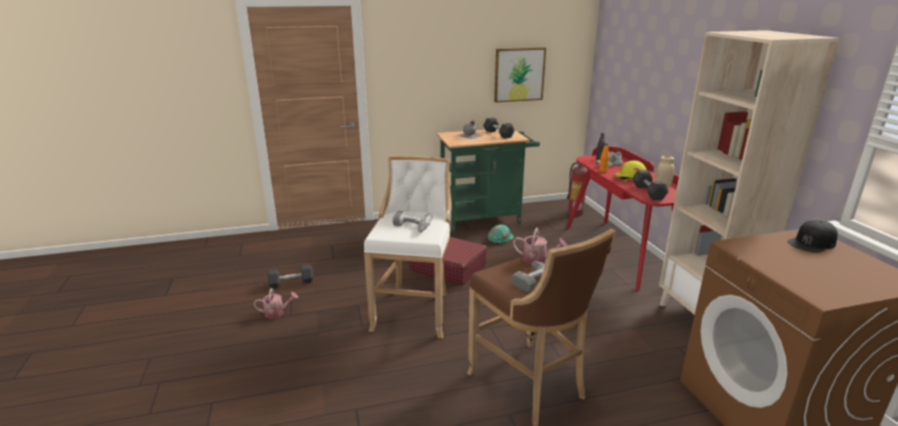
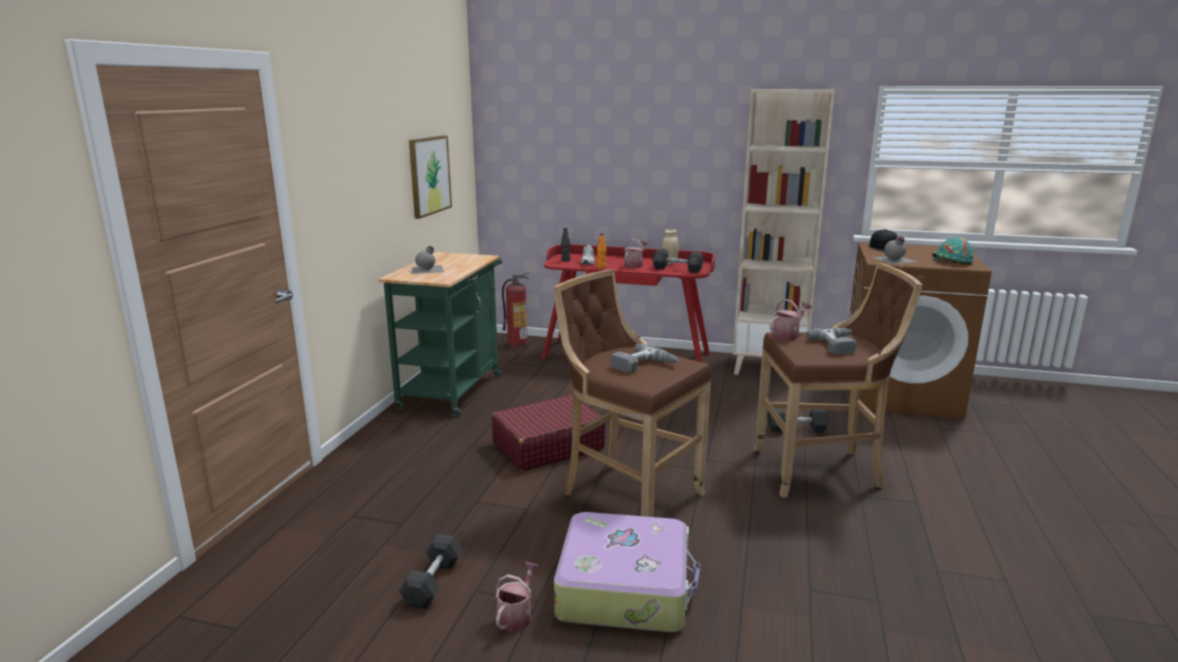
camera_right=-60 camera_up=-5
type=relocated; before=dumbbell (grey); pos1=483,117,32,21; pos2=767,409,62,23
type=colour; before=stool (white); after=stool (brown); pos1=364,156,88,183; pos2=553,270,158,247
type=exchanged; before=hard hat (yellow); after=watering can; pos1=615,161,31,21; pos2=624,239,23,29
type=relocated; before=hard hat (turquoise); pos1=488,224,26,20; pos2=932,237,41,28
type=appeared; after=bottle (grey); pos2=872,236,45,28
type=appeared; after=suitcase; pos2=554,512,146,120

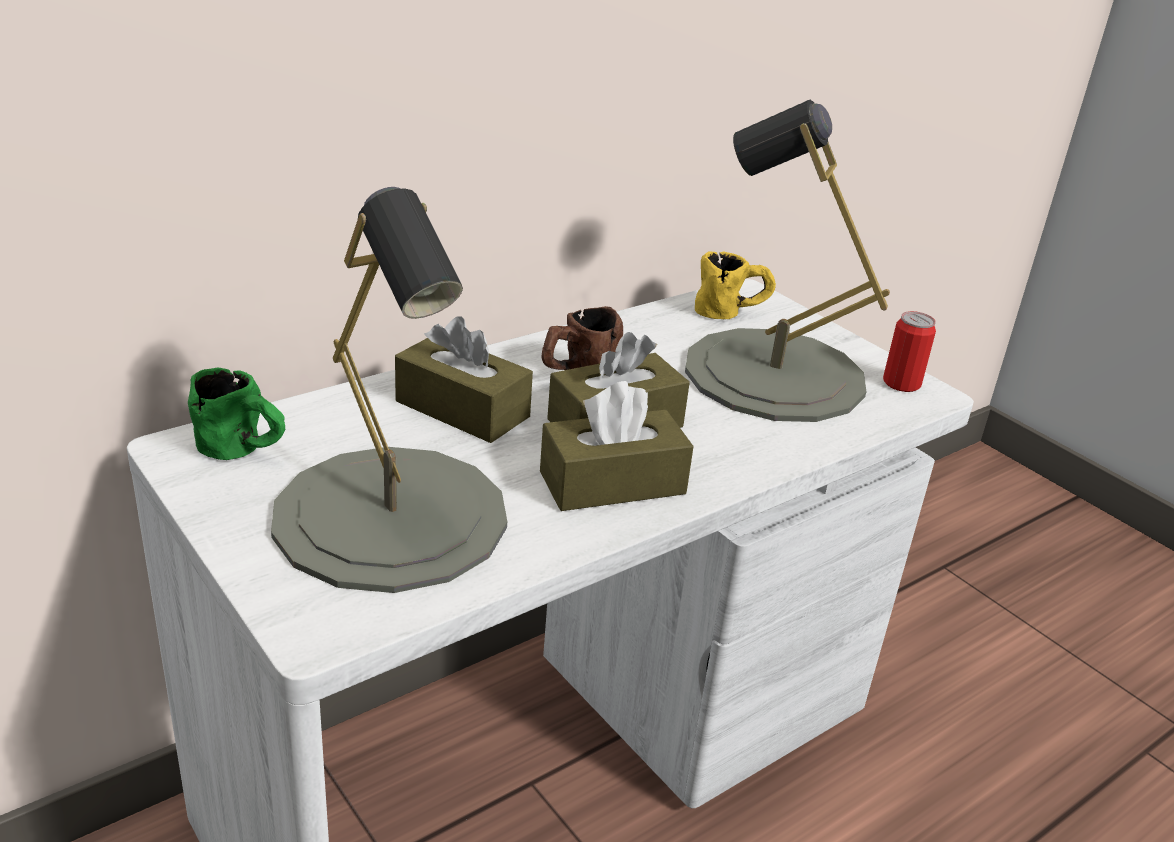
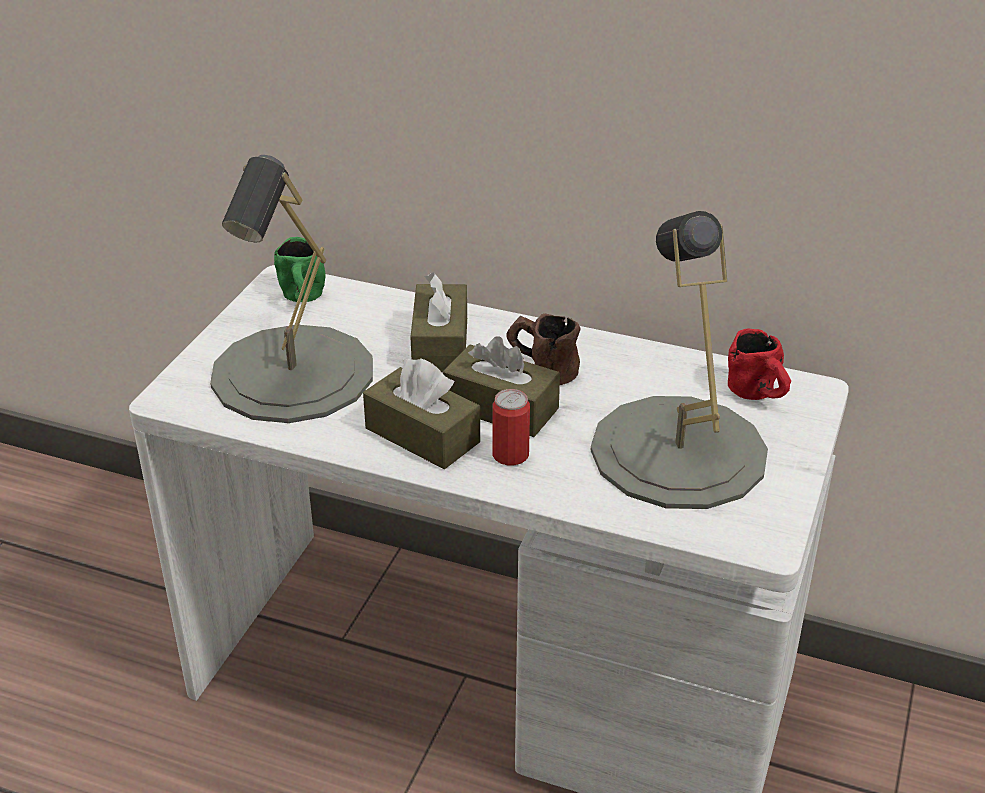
camera_right=60 camera_up=5
type=colour; before=mug (yellow); after=mug (red); pos1=695,251,81,68; pos2=728,329,63,71
type=relocated; before=can; pos1=883,311,53,81; pos2=492,389,38,77

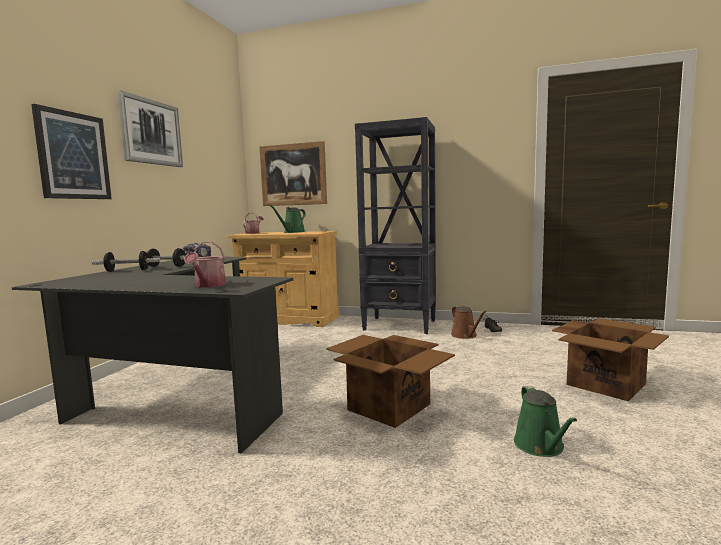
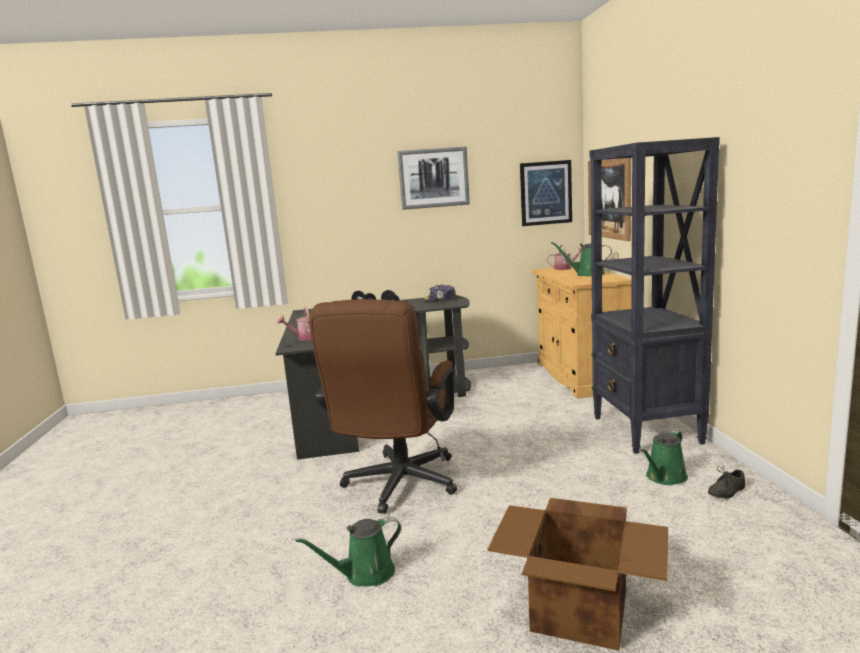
camera_right=65 camera_up=5
type=relocated; before=picture; pos1=31,104,81,95; pos2=520,160,52,66
type=colour; before=watering can (brown); after=watering can (green); pos1=451,306,36,33; pos2=640,430,48,55
type=exchanged; before=cardboard box; after=office chair (brown); pos1=326,335,129,93; pos2=309,299,148,215

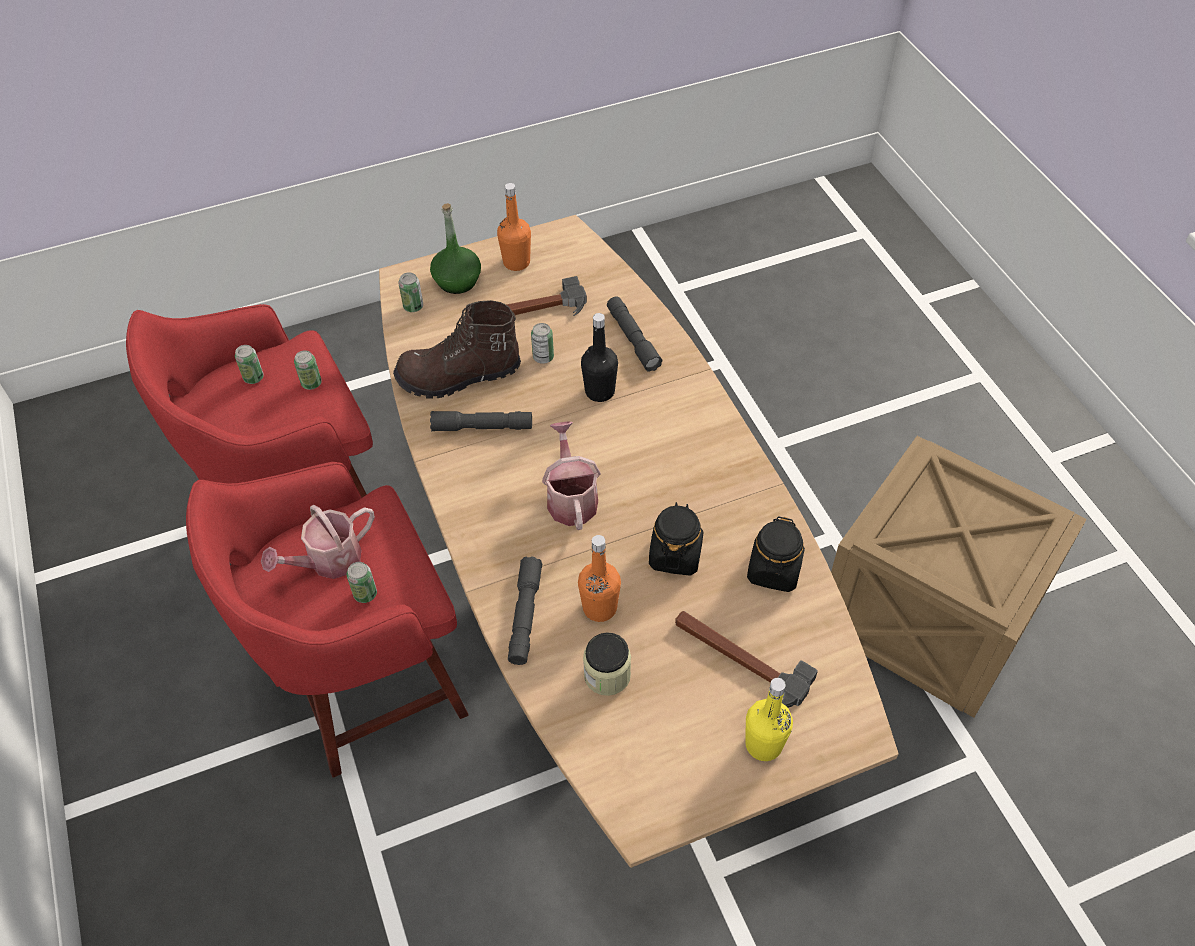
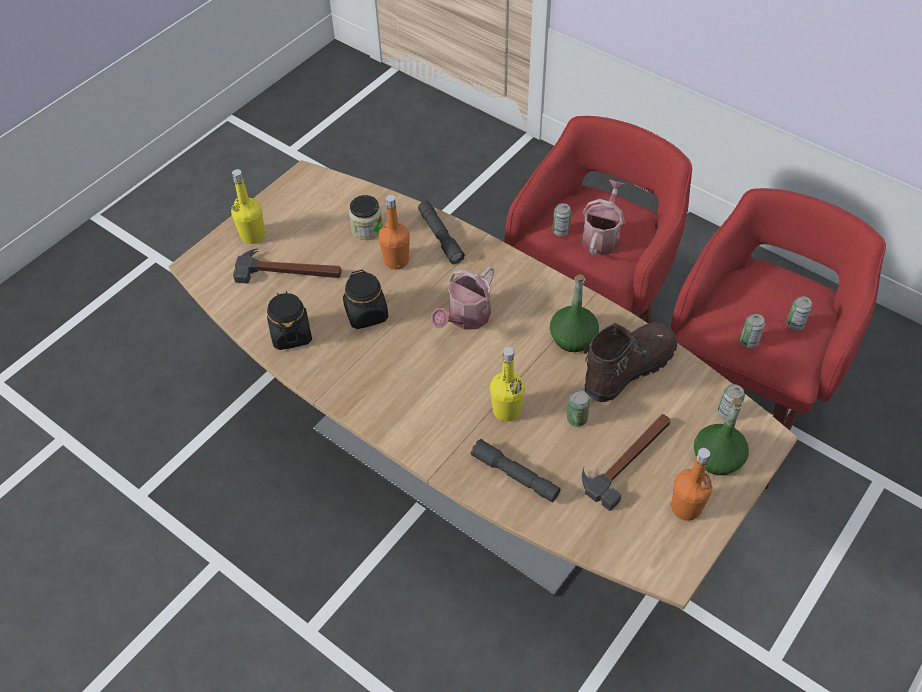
camera_right=150 camera_up=0
type=colour; before=bottle (black); after=bottle (yellow); pos1=581,313,37,89; pos2=490,347,35,74
type=exchanged; before=flashlight (grey); after=bottle (green); pos1=430,411,102,20; pos2=550,274,49,78
type=spun; before=watering can; pos1=542,422,59,108; pos2=431,266,63,64; turn=75
type=missing; before=crate; pos1=831,436,256,282

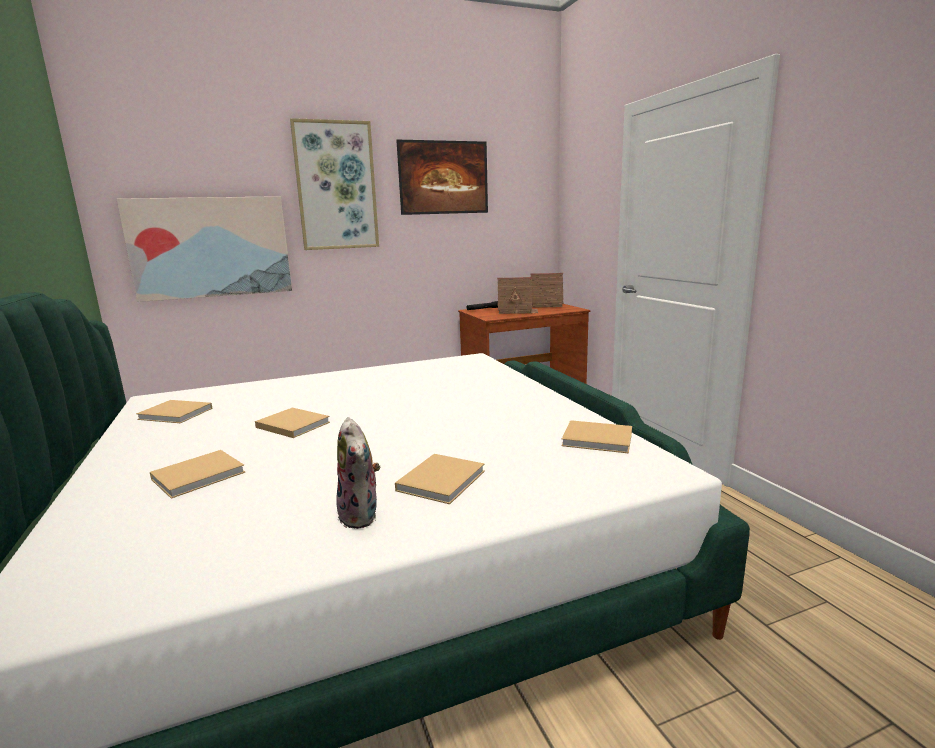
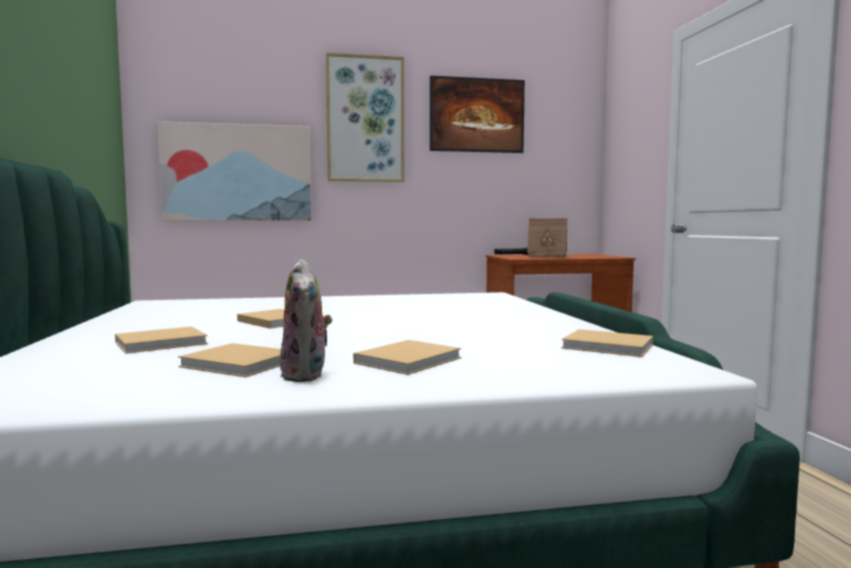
camera_right=10 camera_up=-10
type=missing; before=toy house; pos1=531,273,32,35
type=relocated; before=book (beige); pos1=136,400,77,23; pos2=178,343,103,34

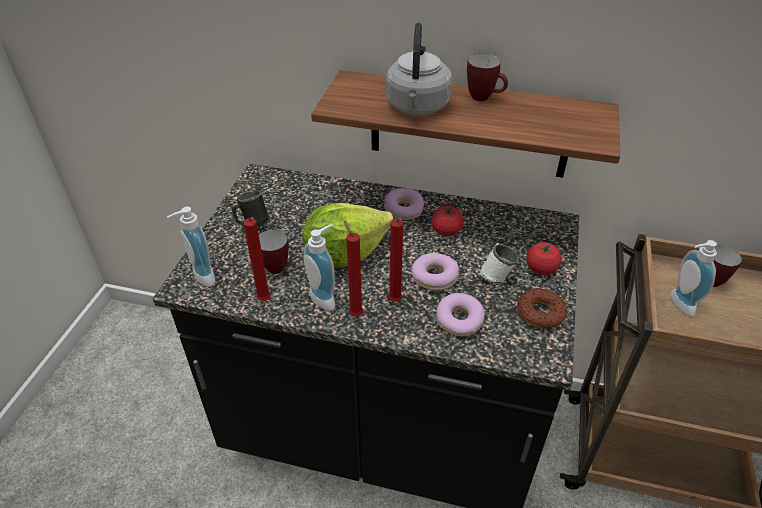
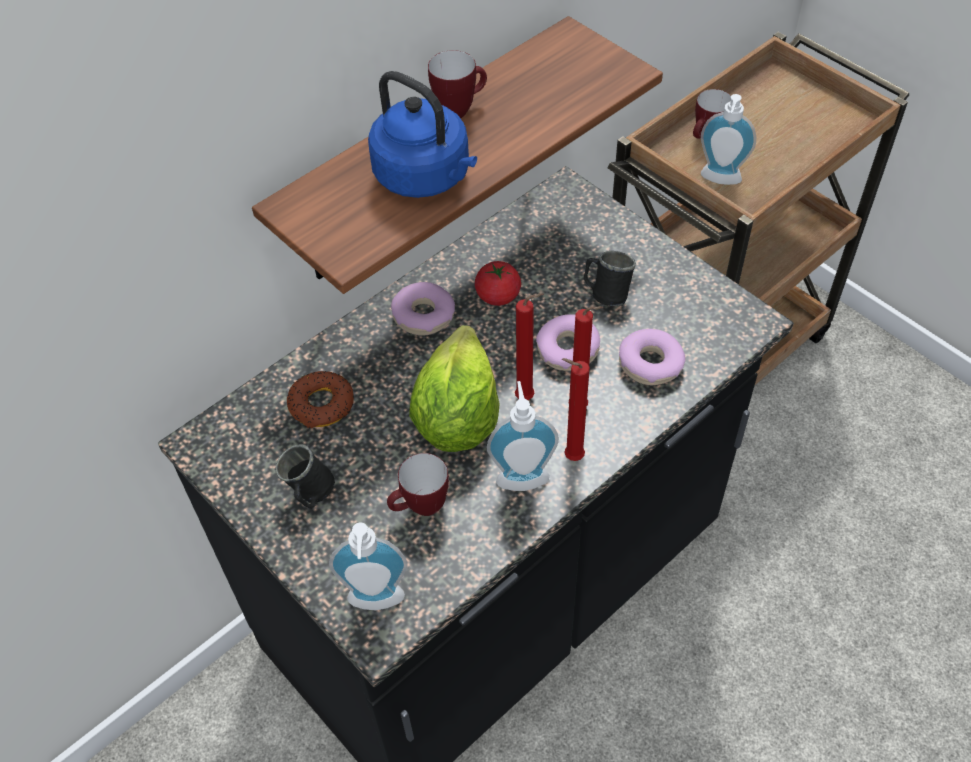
camera_right=-55 camera_up=10
type=colour; before=kettle (grey); after=kettle (blue); pos1=386,22,66,93; pos2=368,71,109,127
type=relocated; before=candle (red); pos1=243,217,28,84; pos2=515,293,28,107
type=missing; before=tomato; pos1=526,241,36,34
type=colour; before=mug (white); after=mug (black); pos1=480,243,39,42; pos2=584,251,52,55
type=relocated; before=donut; pos1=517,288,51,40; pos2=287,371,67,58

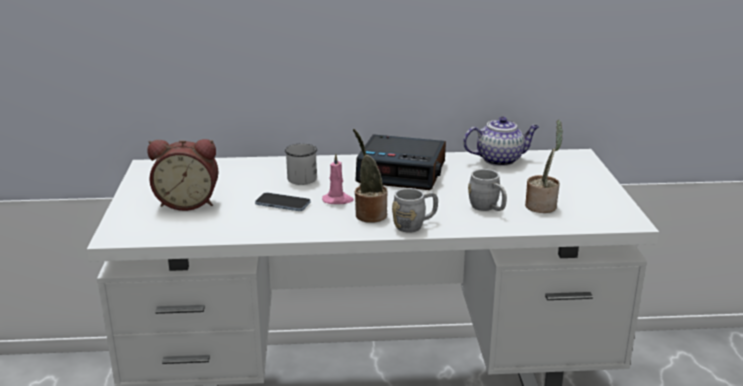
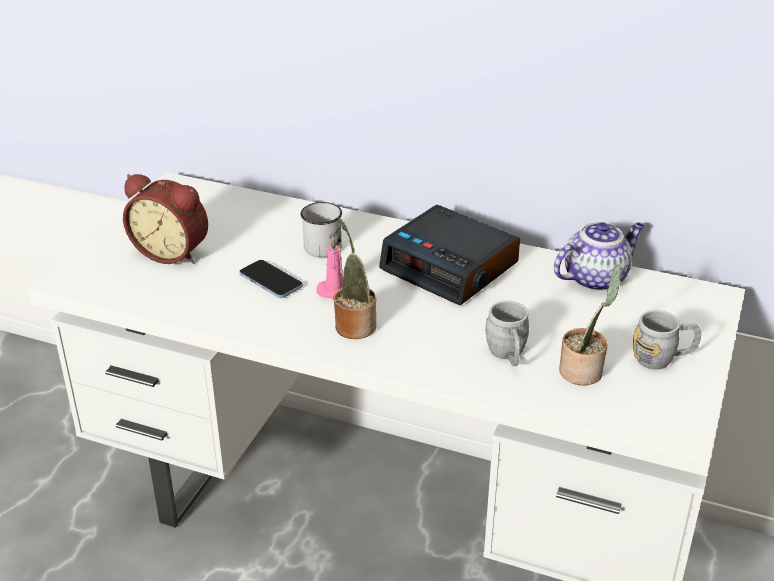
camera_right=25 camera_up=10
type=spun; before=teapot; pos1=463,117,76,49; pos2=554,222,90,69; turn=-45
type=relocated; before=mug (grey); pos1=392,188,46,45; pos2=633,310,68,60

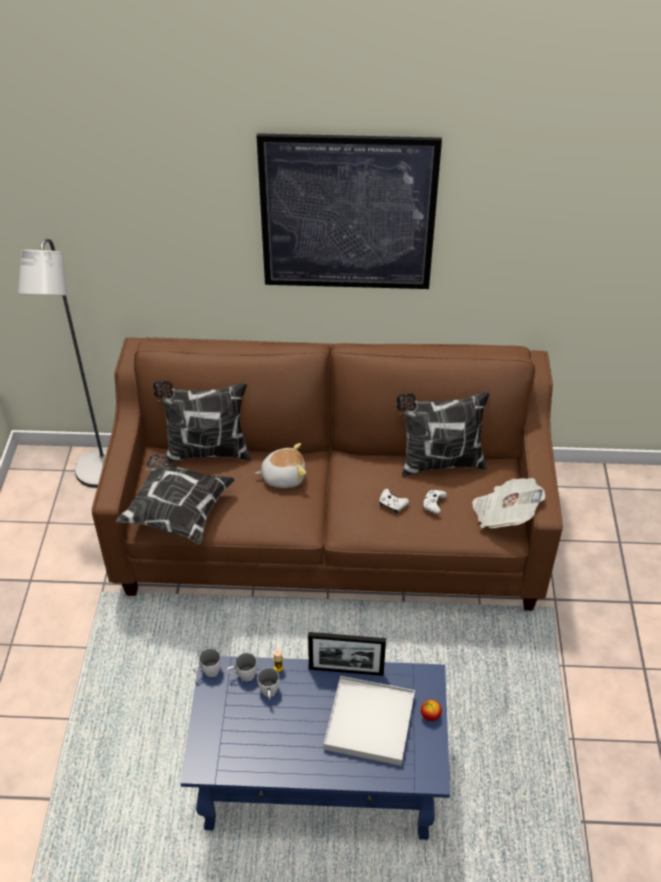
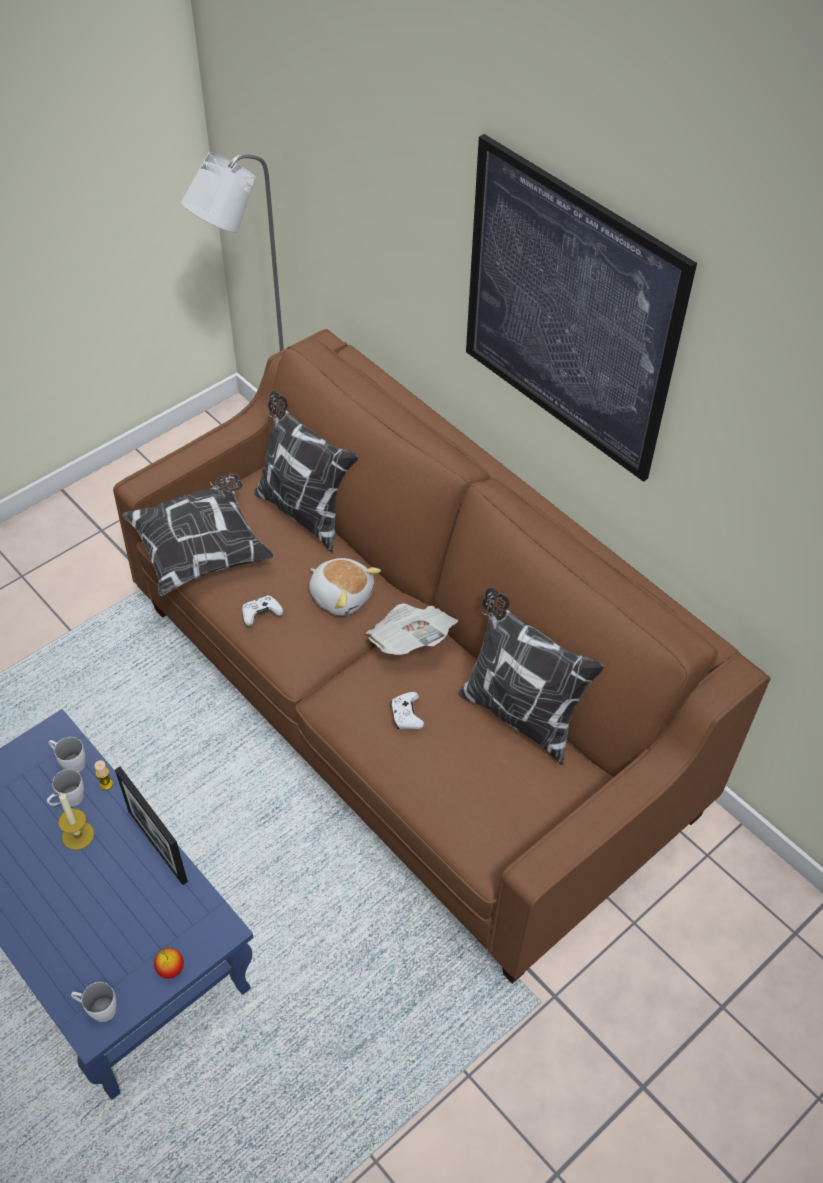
camera_right=45 camera_up=5
type=relocated; before=newspaper; pos1=472,478,73,50; pos2=366,603,93,52
type=relocated; before=game controller (white); pos1=422,490,25,24; pos2=242,595,41,31
type=relocated; before=mug (white); pos1=192,648,29,29; pos2=71,982,46,40
type=missing; before=tray (white); pos1=324,676,91,90
type=appeared; after=candle; pos2=58,793,36,57

